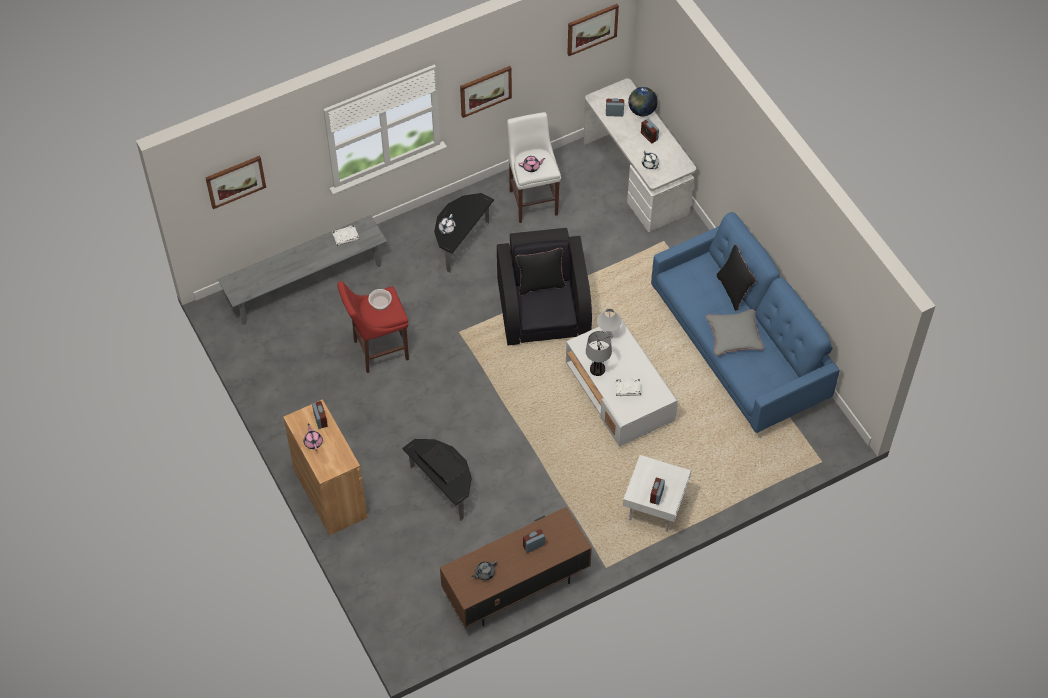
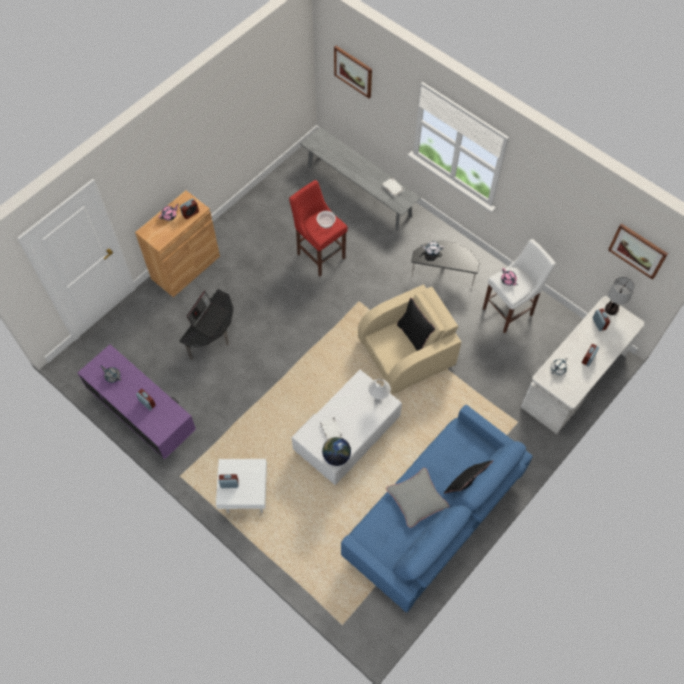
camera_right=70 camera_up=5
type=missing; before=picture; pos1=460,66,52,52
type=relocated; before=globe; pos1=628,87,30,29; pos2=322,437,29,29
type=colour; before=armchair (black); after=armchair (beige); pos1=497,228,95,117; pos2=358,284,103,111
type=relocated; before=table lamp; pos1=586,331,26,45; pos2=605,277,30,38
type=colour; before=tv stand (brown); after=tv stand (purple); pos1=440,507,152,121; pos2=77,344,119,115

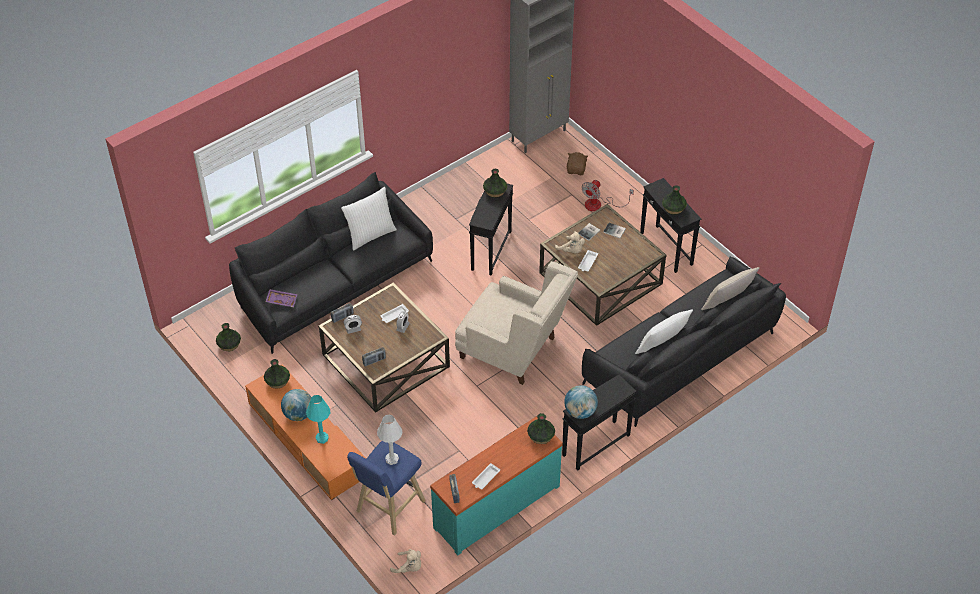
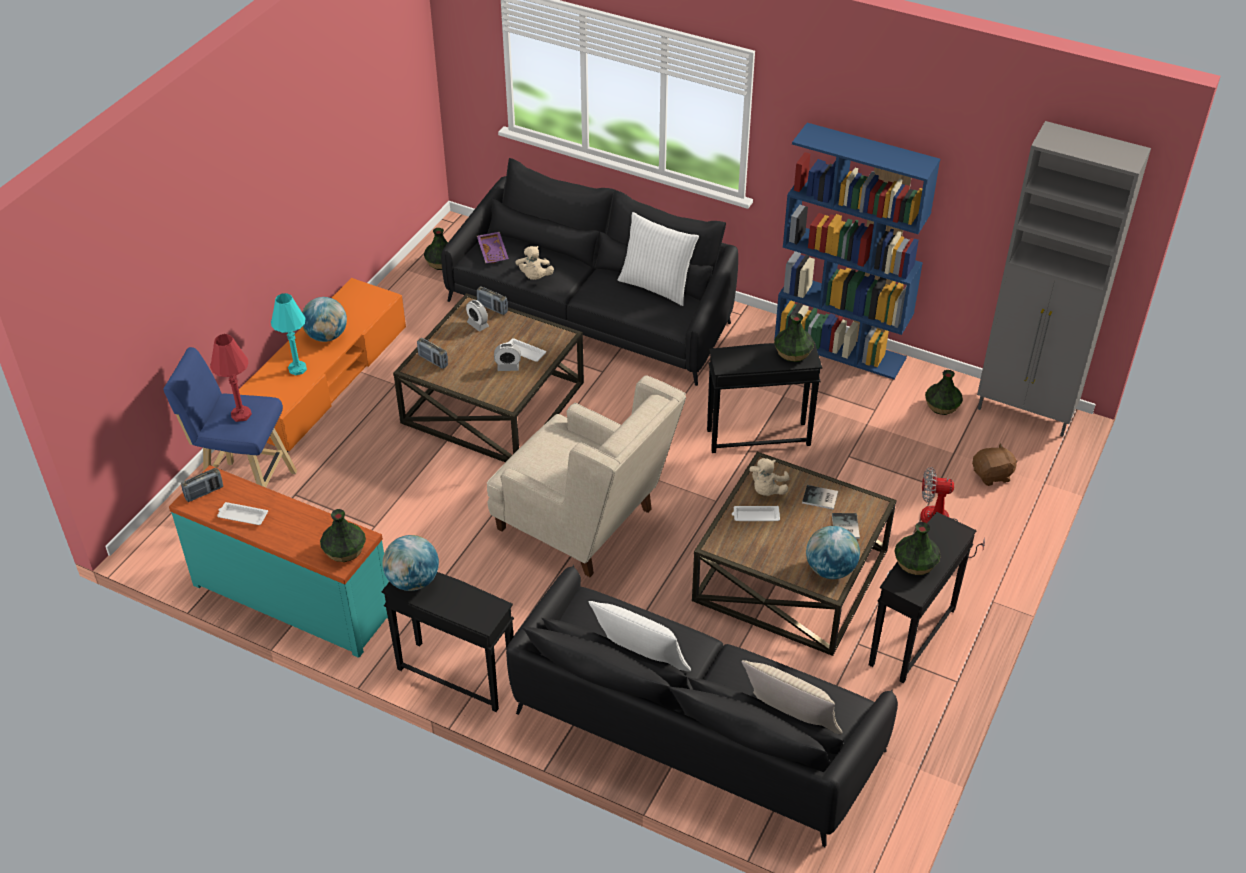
camera_right=65 camera_up=-5
type=spun; before=armchair (beige); pos1=455,261,123,124; pos2=487,375,199,202; turn=-60
type=relocated; before=vase; pos1=264,359,26,30; pos2=925,370,38,45
type=colour; before=table lamp (white); after=table lamp (red); pos1=377,414,26,51; pos2=210,334,42,88
type=relocated; before=plush toy (beige); pos1=390,549,31,24; pos2=515,246,39,34
type=appeared; after=bookcase (blue); pos2=774,123,166,256
type=appeared; after=globe; pos2=806,526,54,53

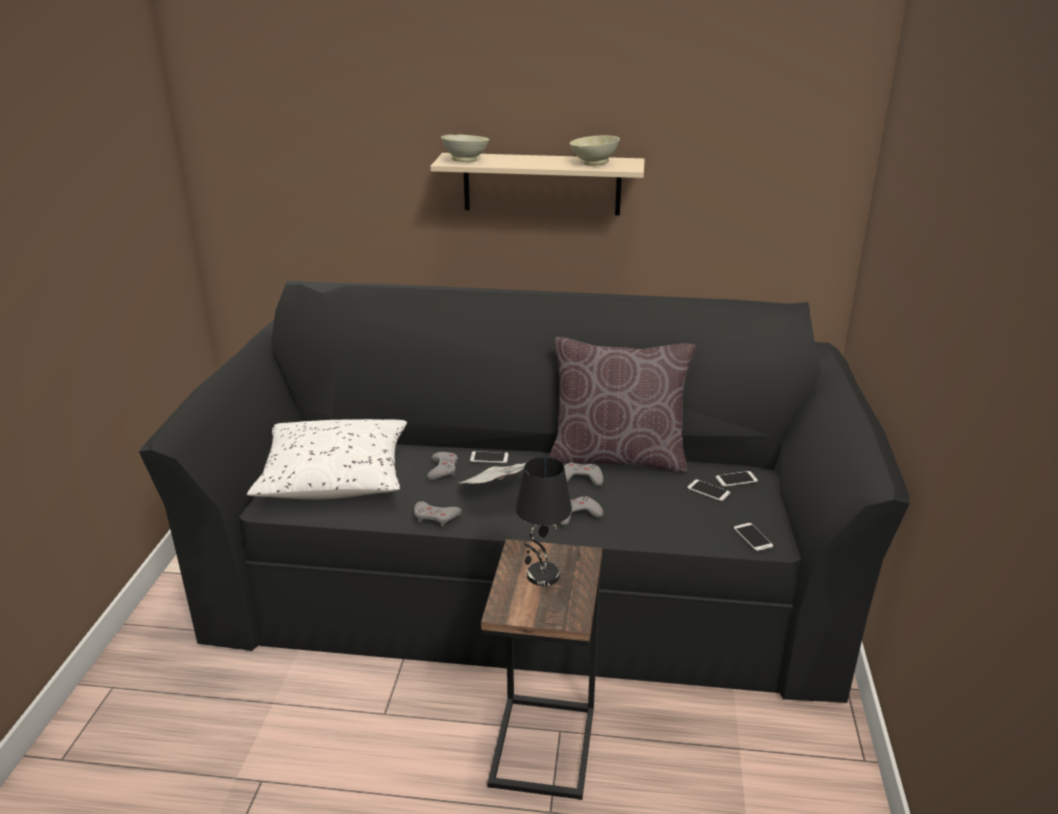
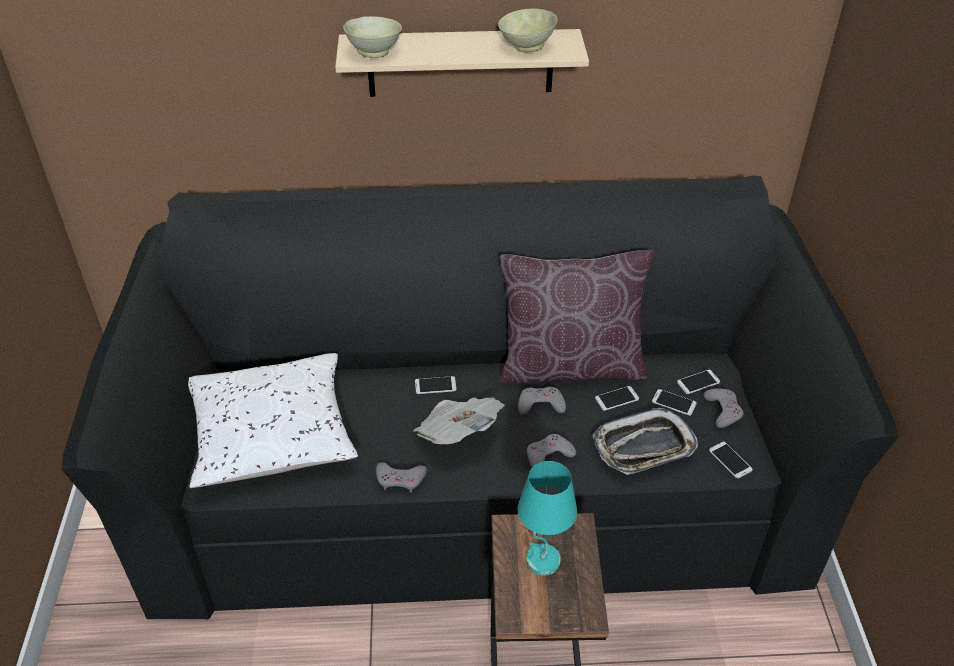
camera_right=-10 camera_up=15
type=relocated; before=game controller (grey); pos1=427,452,31,28; pos2=703,389,40,39
type=colour; before=table lamp (black); after=table lamp (turquoise); pos1=516,457,56,129; pos2=518,461,59,114
type=appeared; after=phone; pos2=595,386,44,25
type=appeared; after=tray; pos2=593,408,105,67

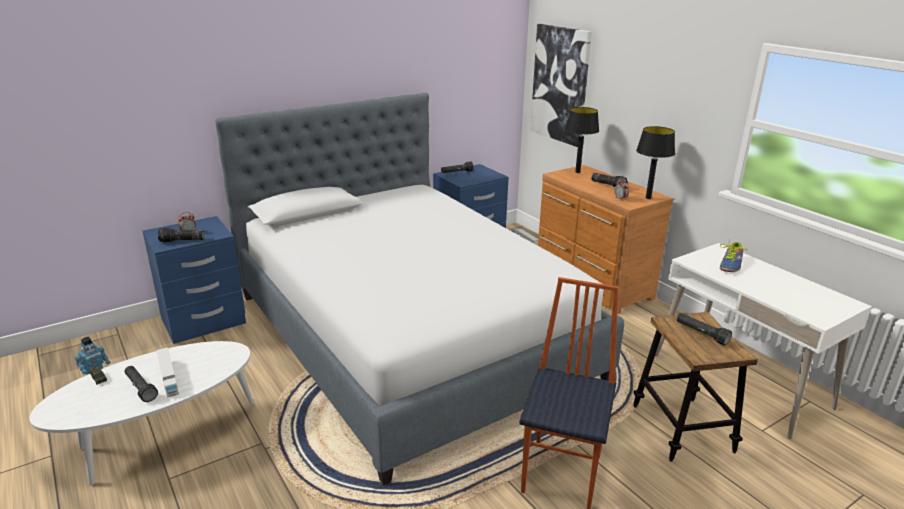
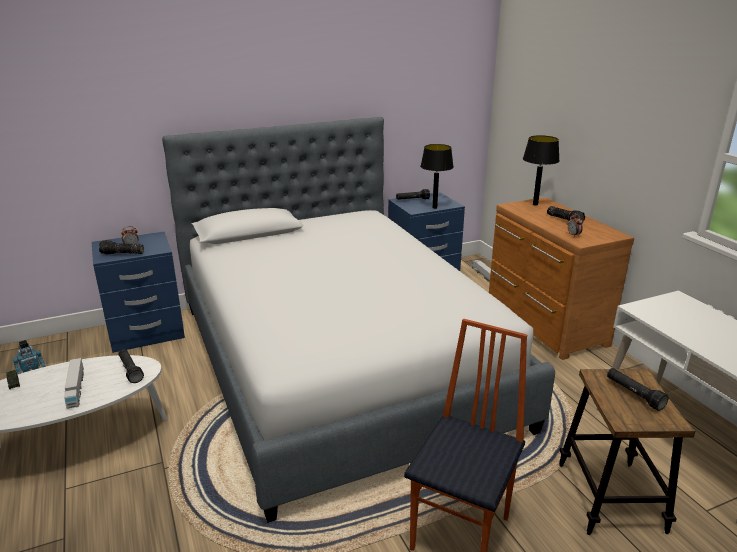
camera_right=10 camera_up=0
type=missing; before=picture; pos1=530,24,62,123
type=relocated; before=table lamp (black); pos1=636,126,39,73; pos2=420,144,34,65
type=missing; before=shoe; pos1=720,239,27,33
type=relocated; before=flashlight (black); pos1=124,366,34,36; pos2=118,349,26,34

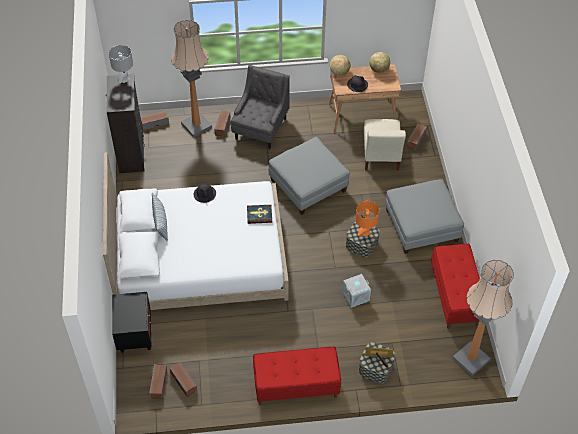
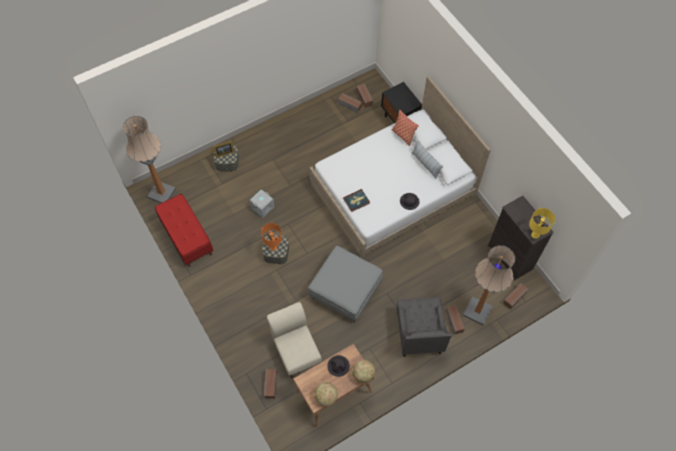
camera_right=155 camera_up=10
type=colour; before=table lamp (grey); after=table lamp (yellow); pos1=109,45,24,38; pos2=529,208,26,31
type=missing; before=ottoman (grey); pos1=385,179,79,75
type=missing; before=bench (red); pos1=253,347,88,58
type=appeared; after=pillow; pos2=392,110,27,36

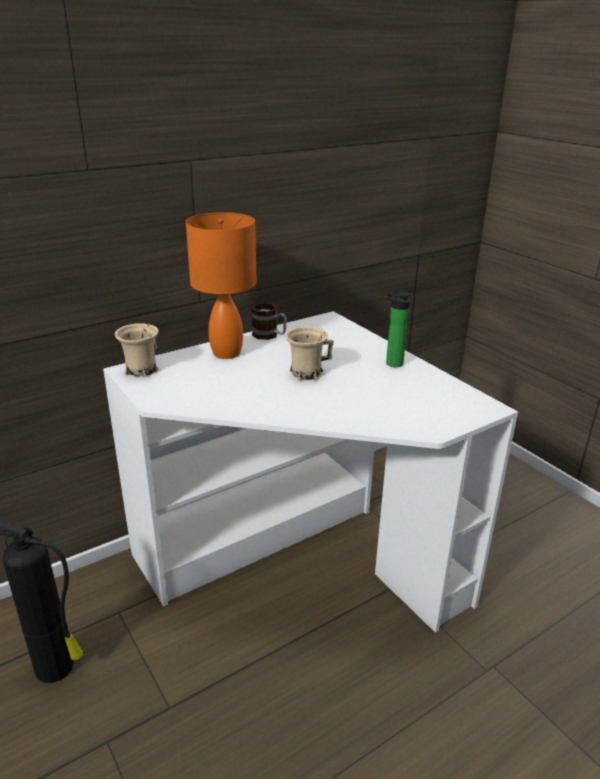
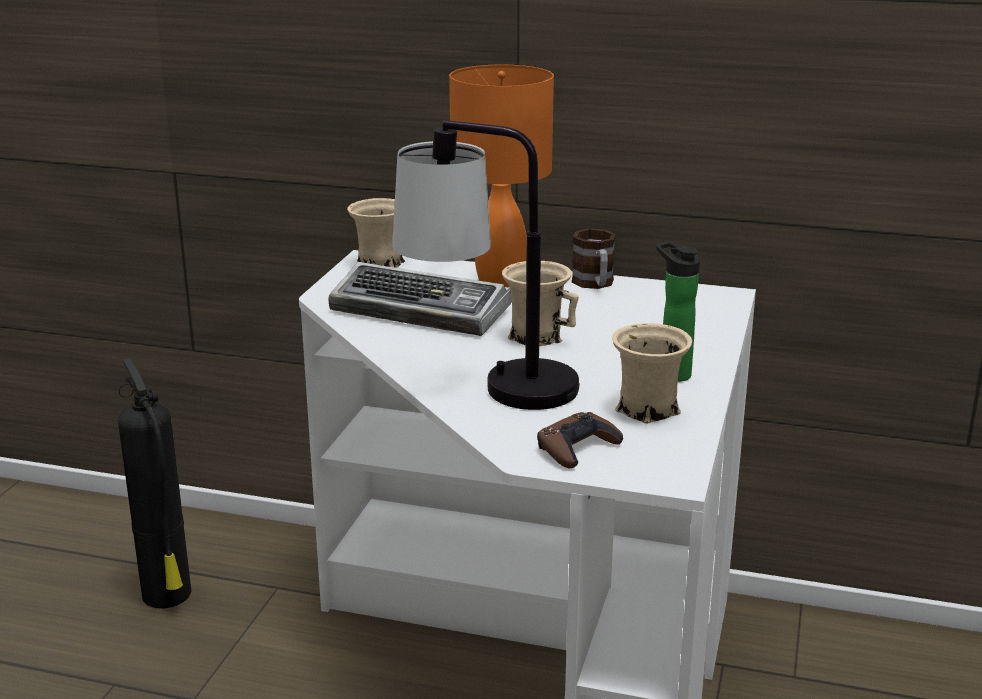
camera_right=50 camera_up=-5
type=appeared; after=table lamp; pos2=392,120,187,290
type=appeared; after=keyboard; pos2=328,262,184,74
type=appeared; after=mug (beige); pos2=612,323,80,101
type=appeared; after=game controller (brown); pos2=537,412,86,56

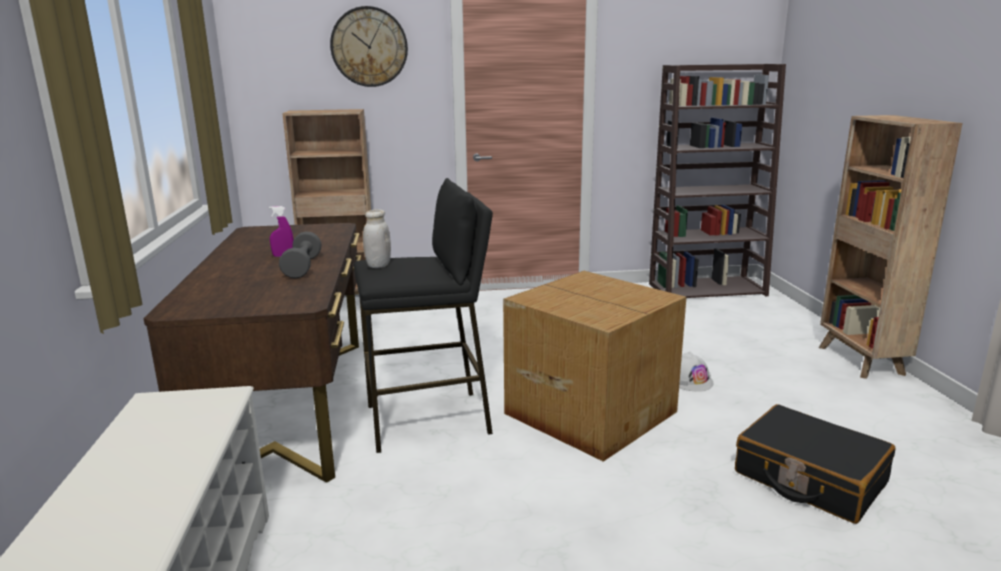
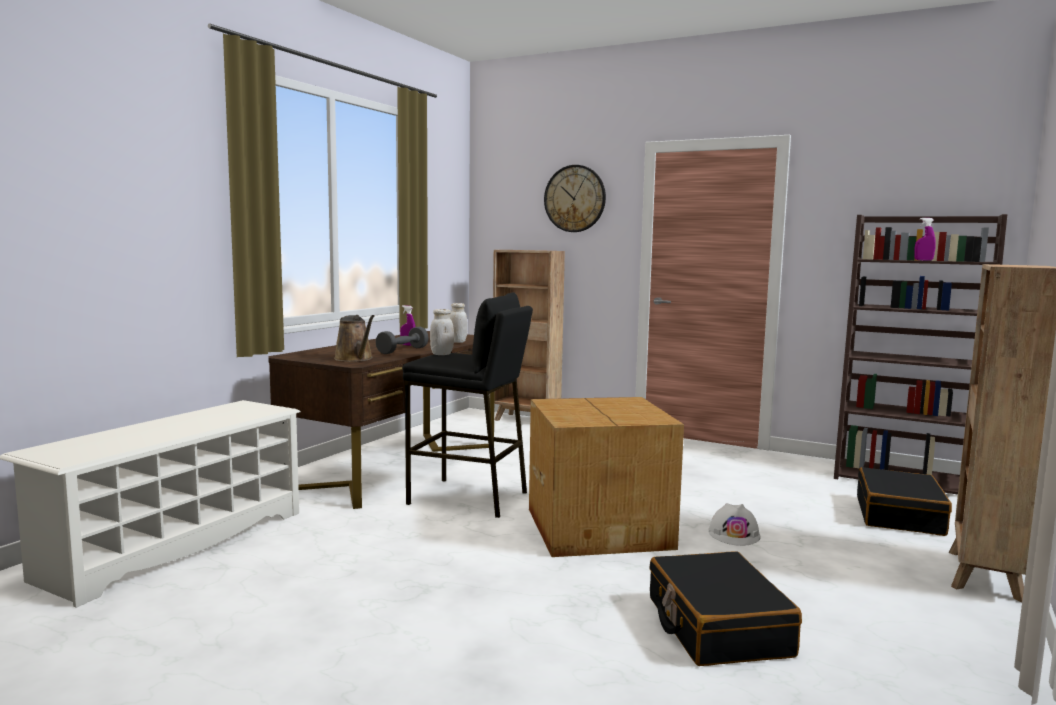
camera_right=35 camera_up=-10
type=appeared; after=spray bottle (purple); pos2=914,218,22,43
type=appeared; after=jar (white); pos2=450,303,18,40
type=appeared; after=watering can (brown); pos2=334,315,40,47
type=appeared; after=suitcase (black); pos2=857,467,95,69

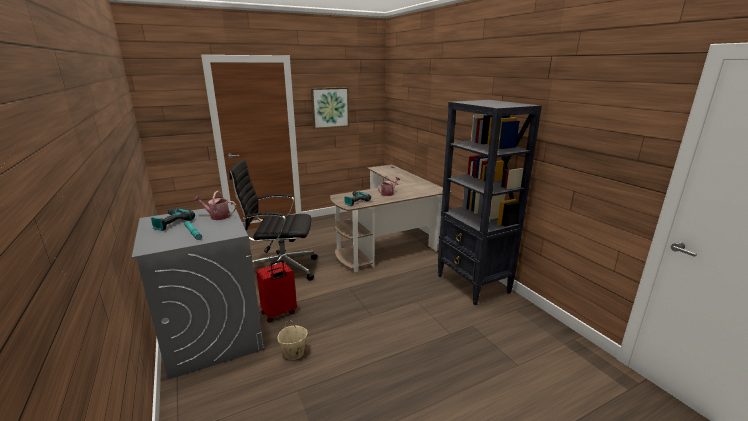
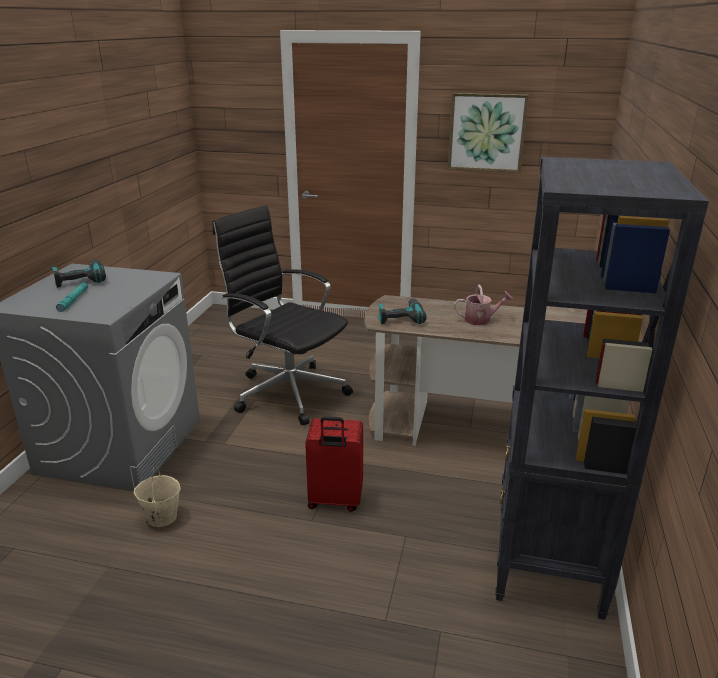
camera_right=40 camera_up=5
type=missing; before=watering can; pos1=193,191,43,29
type=relocated; before=suitcase (red); pos1=256,260,41,62; pos2=305,416,58,96

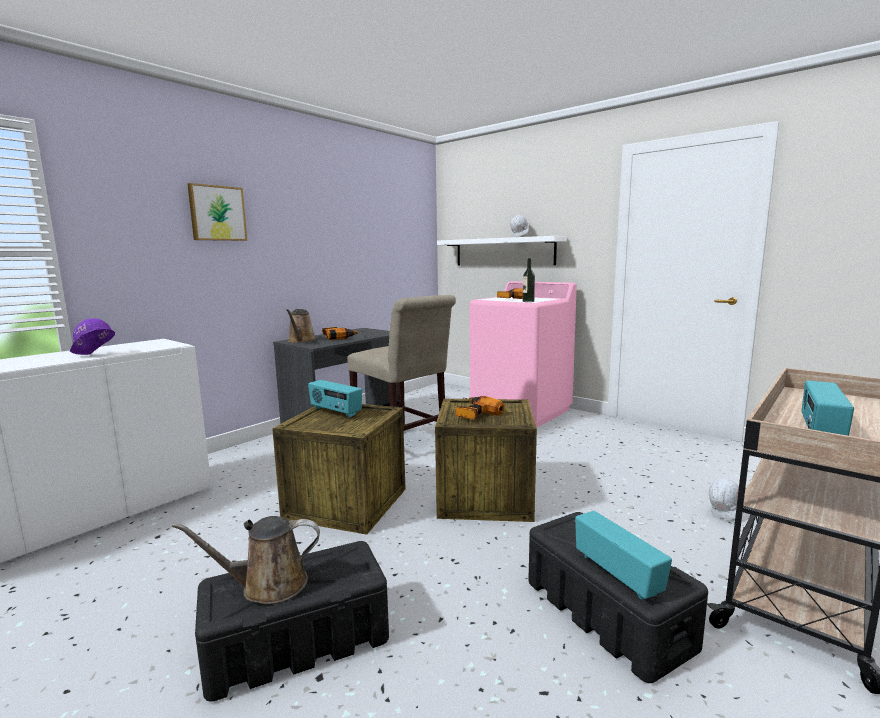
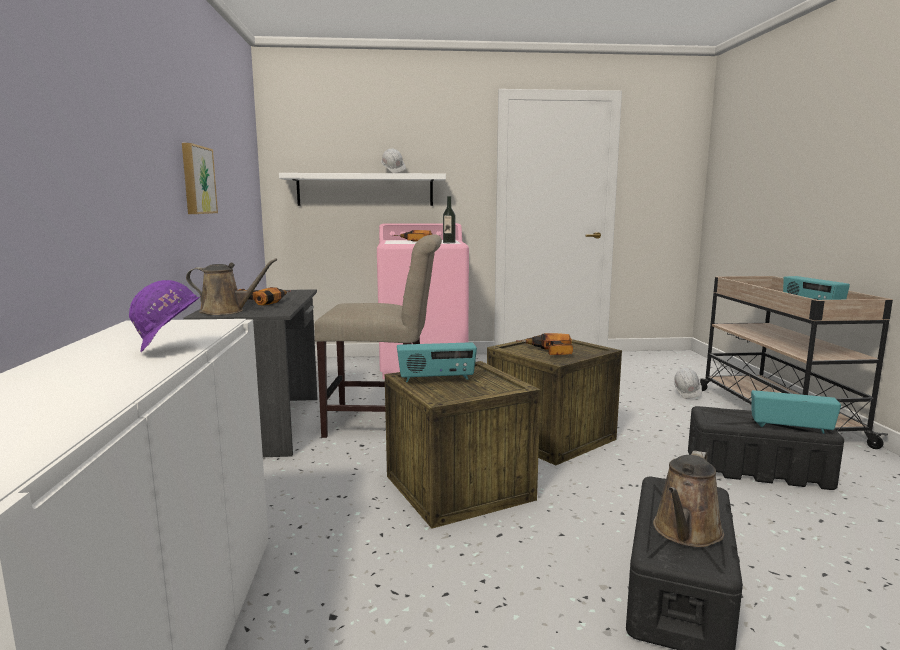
camera_right=-45 camera_up=0
type=relocated; before=picture; pos1=187,183,61,58; pos2=182,143,36,71
type=spun; before=watering can (brown); pos1=286,309,30,34; pos2=186,258,91,57; turn=-45

